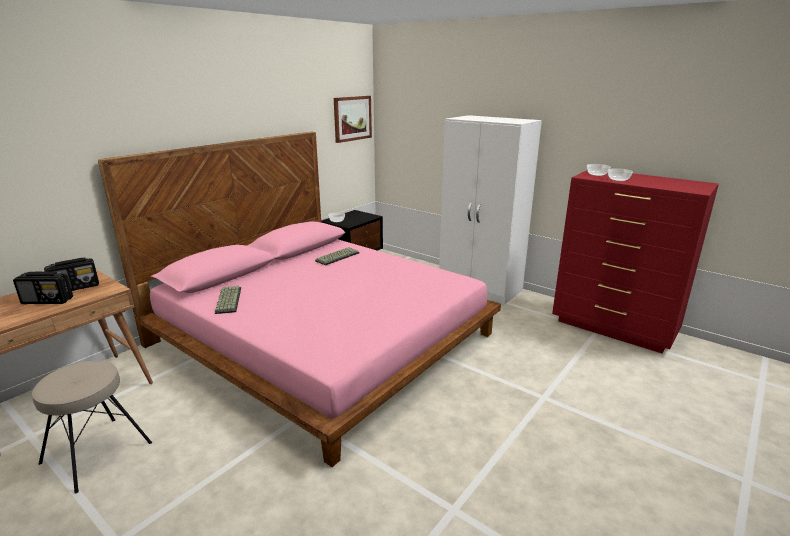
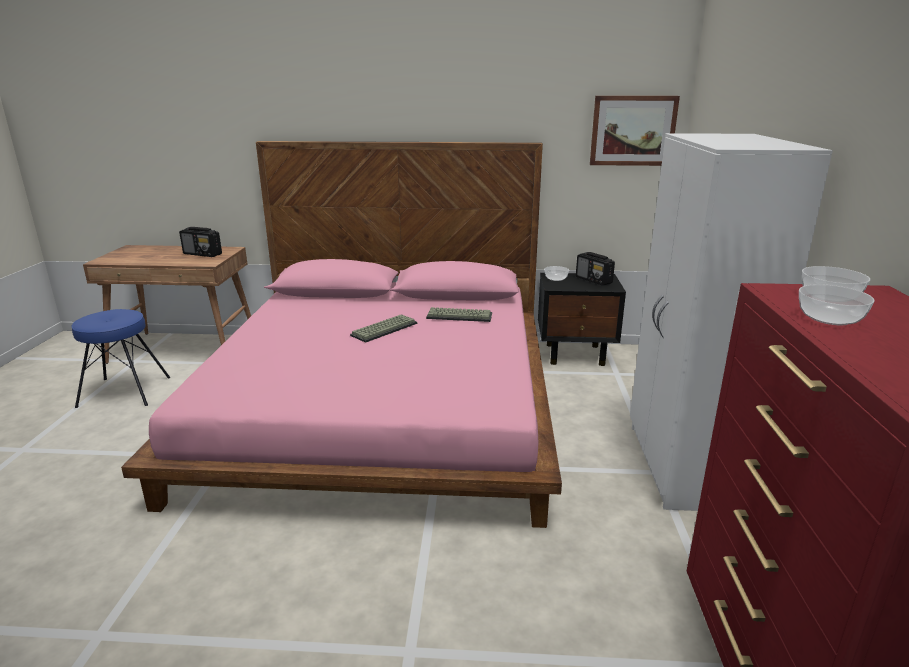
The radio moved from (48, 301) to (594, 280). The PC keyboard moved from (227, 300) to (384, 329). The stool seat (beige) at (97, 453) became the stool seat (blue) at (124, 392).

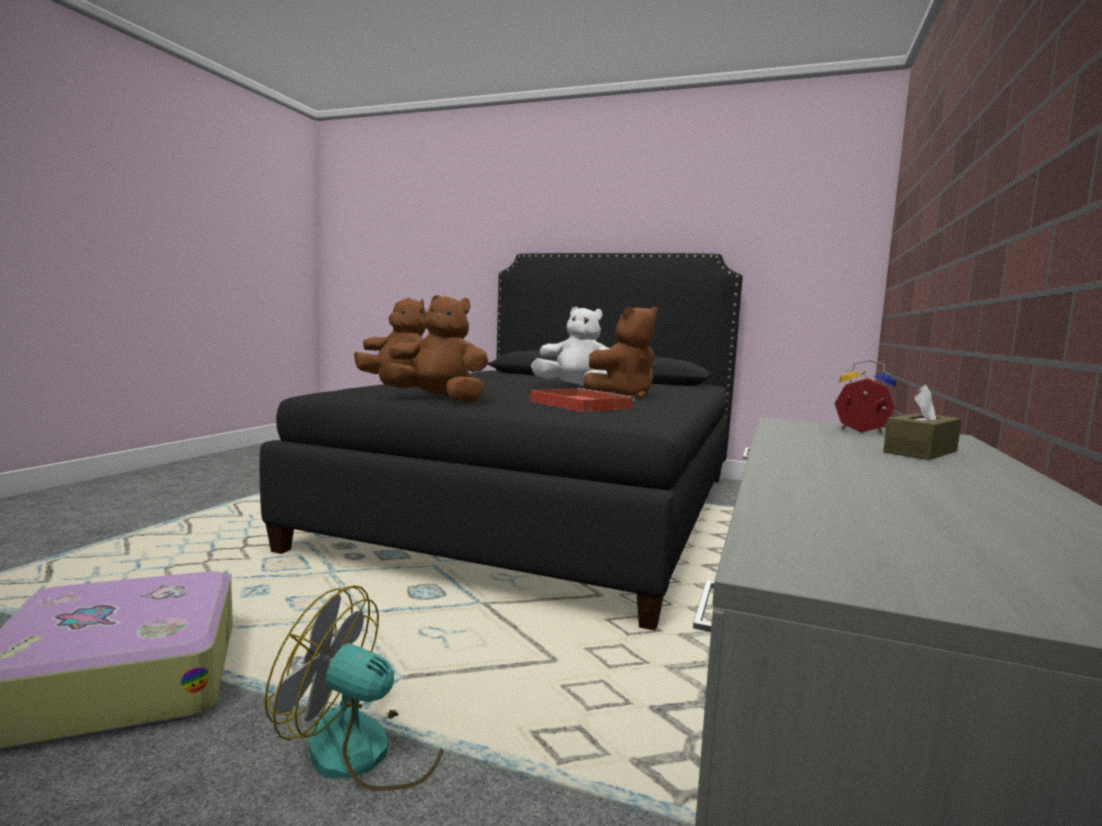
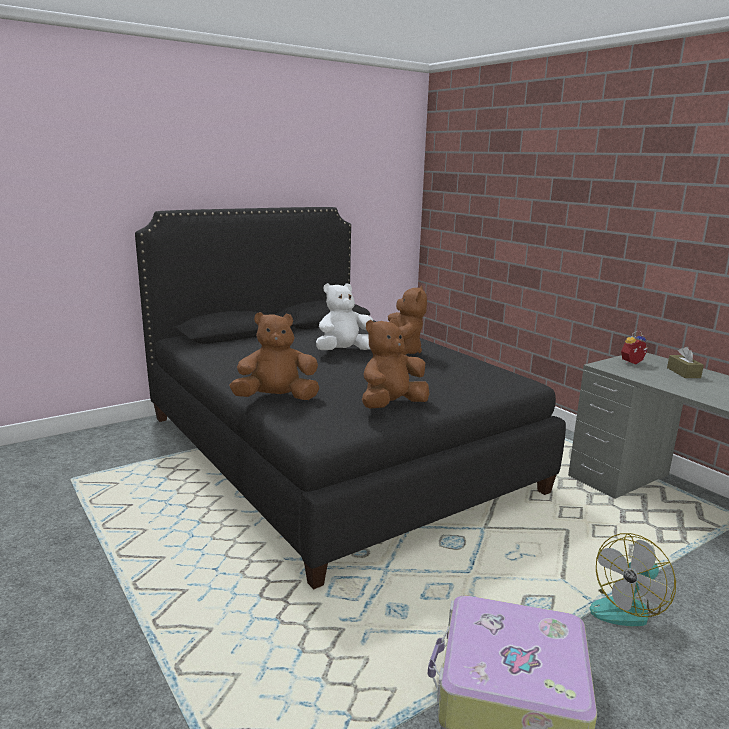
The carrying tray (red-coloured) at (578, 404) disappeared.

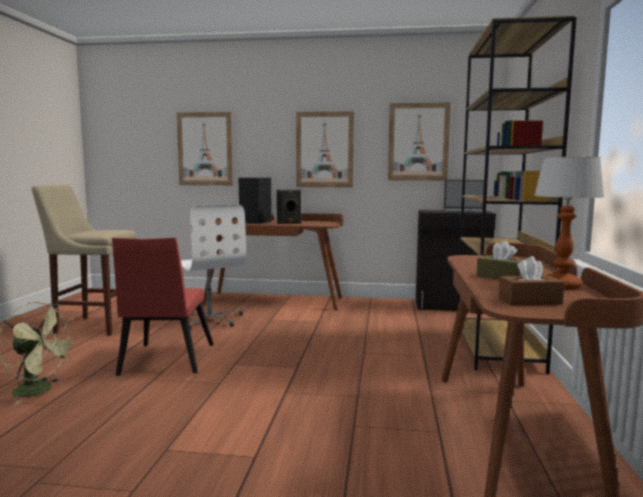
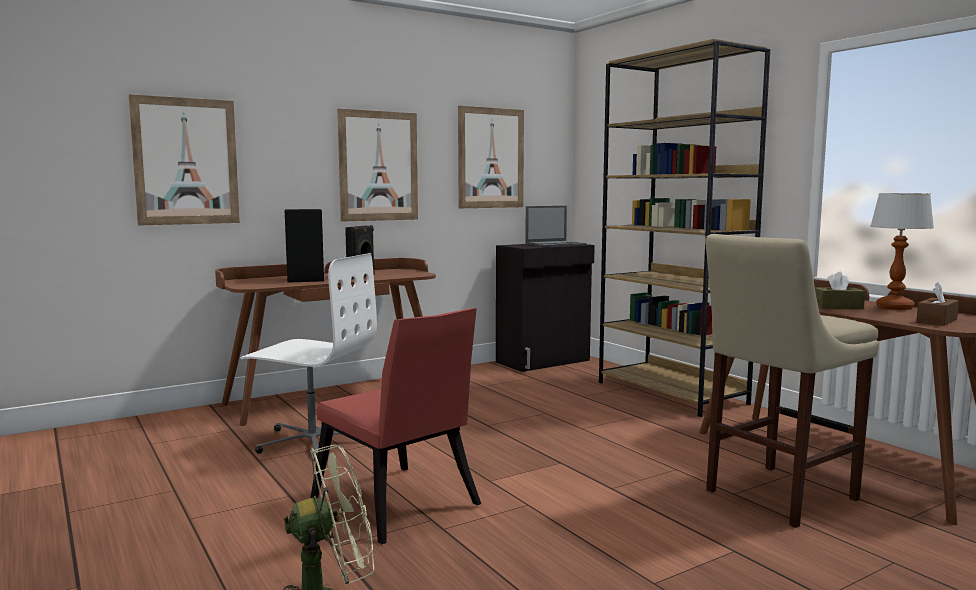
The stool seat (beige) moved from (93, 326) to (775, 496).

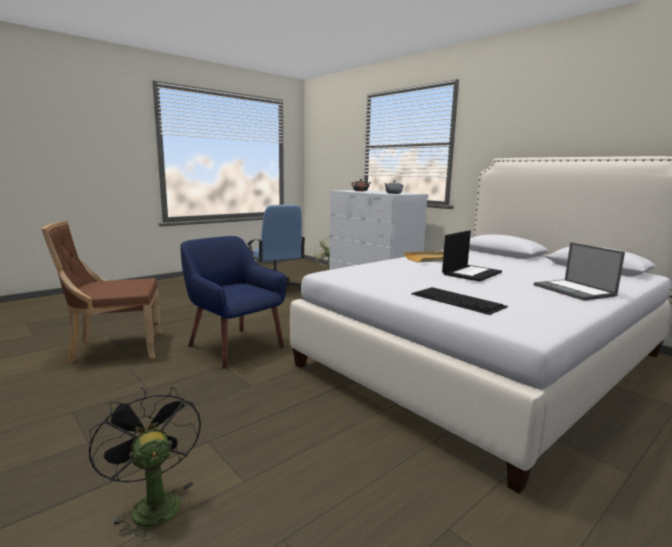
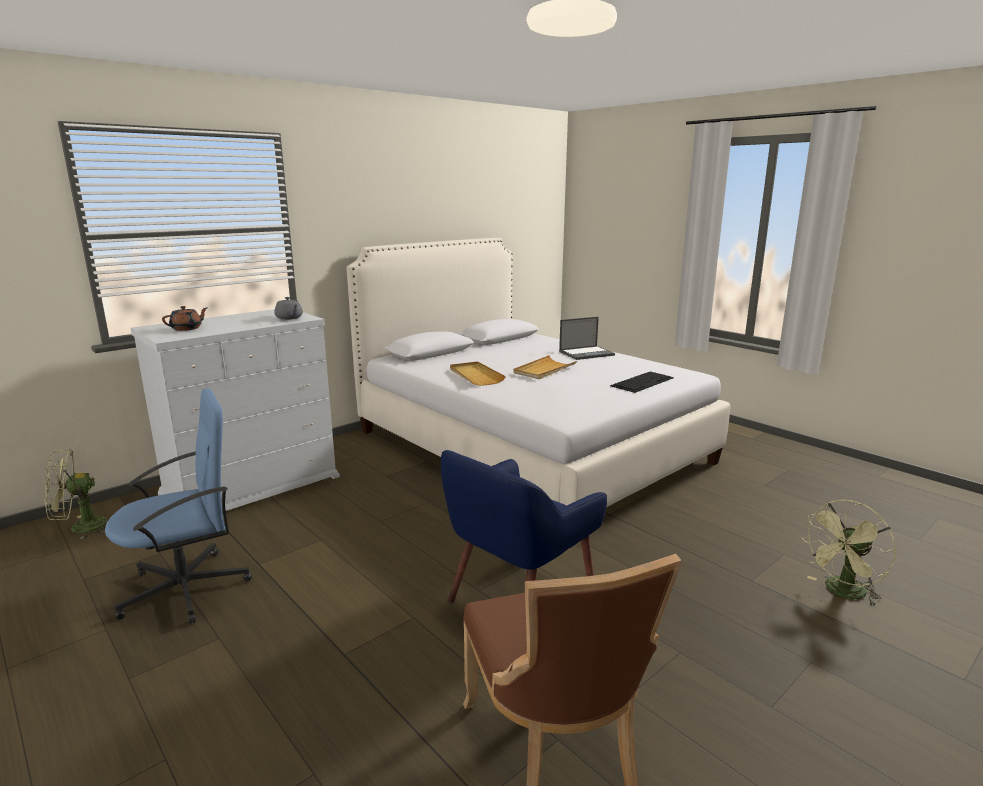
The notebook computer at (471, 273) was replaced by the carrying tray (beige) at (544, 370). The electric fan (blackish) at (152, 503) became the electric fan (greenish) at (842, 592).

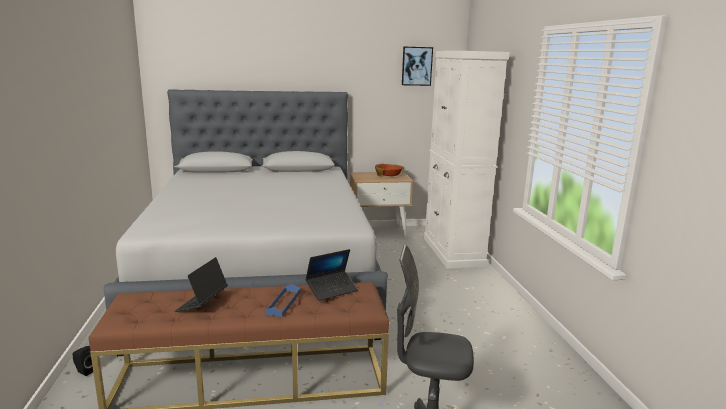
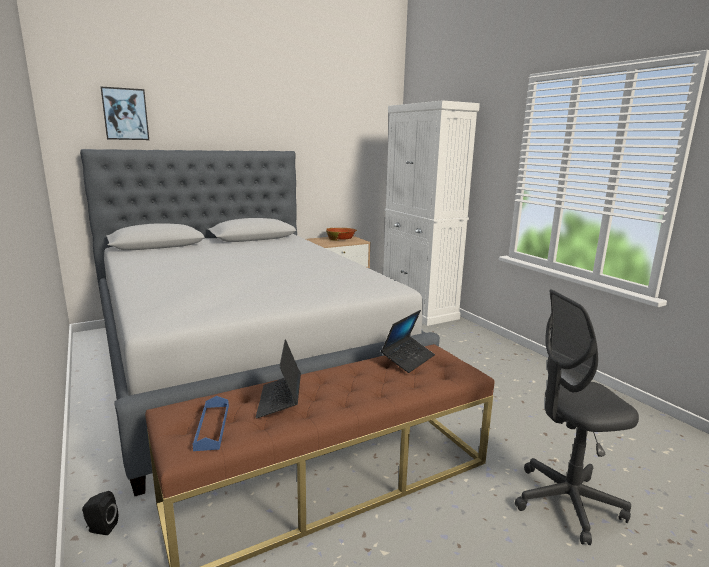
The carrying tray (blue) moved from (283, 303) to (212, 427). The wall art moved from (416, 66) to (125, 114).

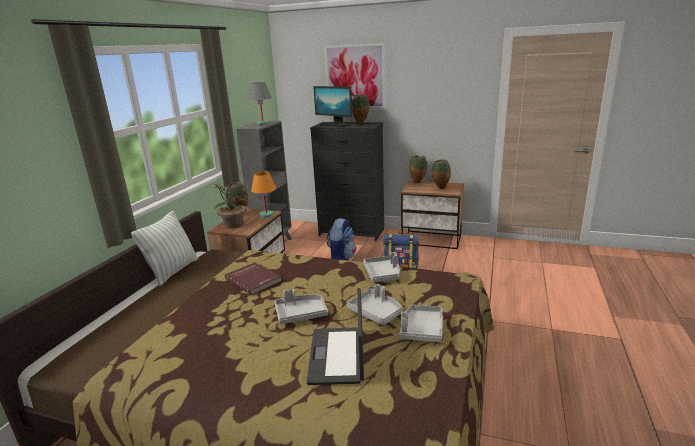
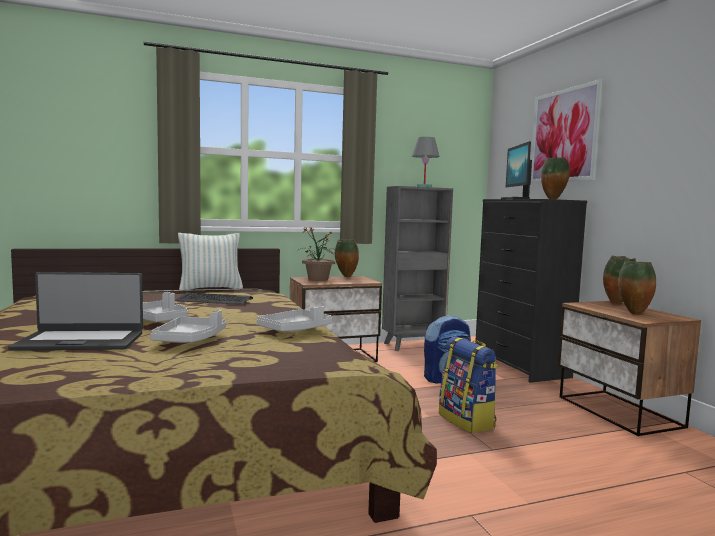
The lamp for a table (orangey) at (267, 215) disappeared. The carrying tray (gray) at (421, 329) disappeared. The volume (red-coloured) at (254, 280) was replaced by the PC keyboard at (214, 300). The notebook computer at (338, 355) turned 150 degrees counterclockwise.

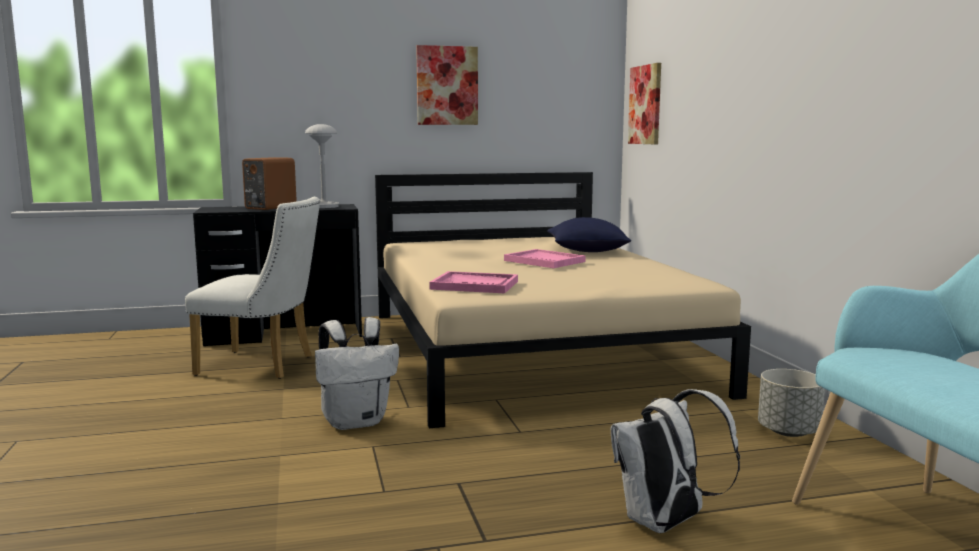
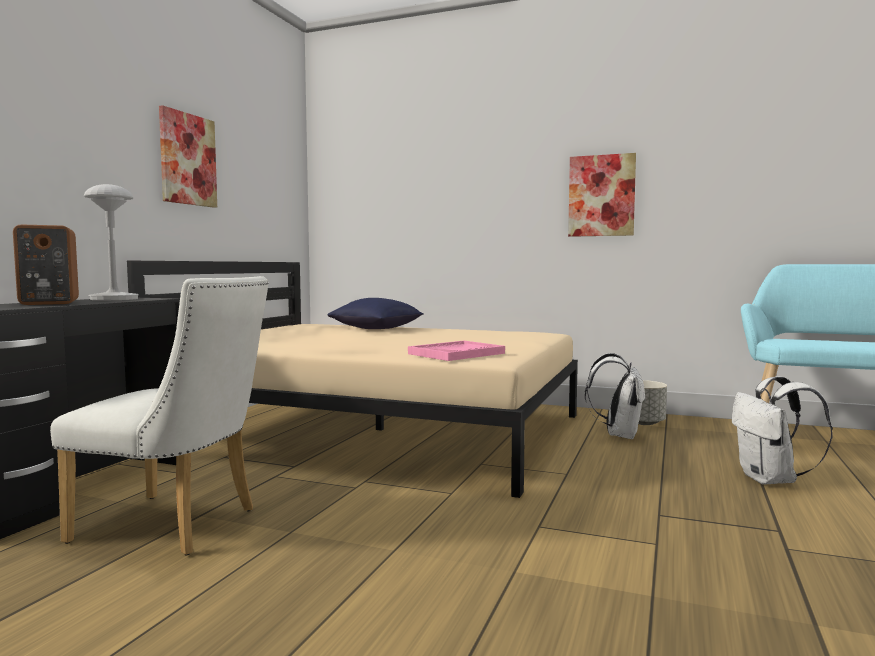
The carrying tray (pinkish) at (544, 261) disappeared. The rucksack (white) moved from (356, 422) to (618, 435). The wall art moved from (645, 105) to (601, 196). The chair (white) at (264, 365) turned 60 degrees clockwise.

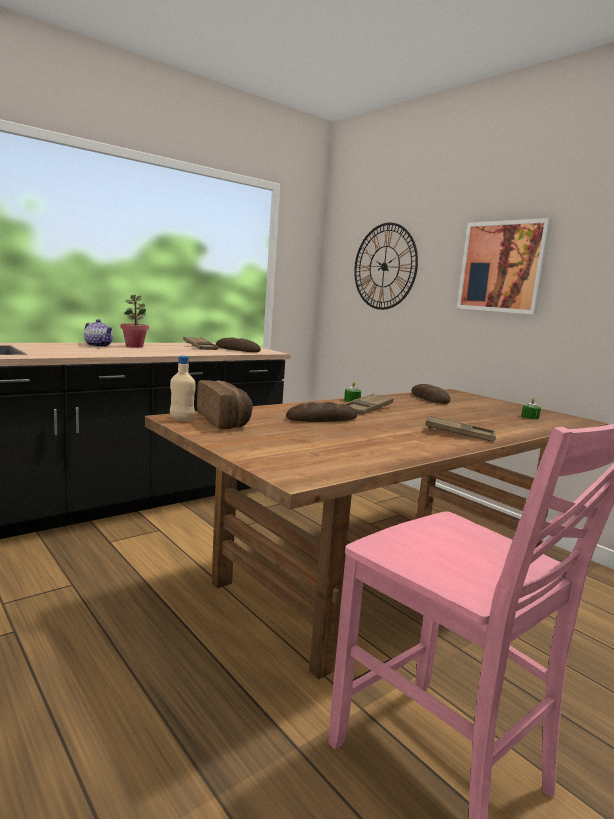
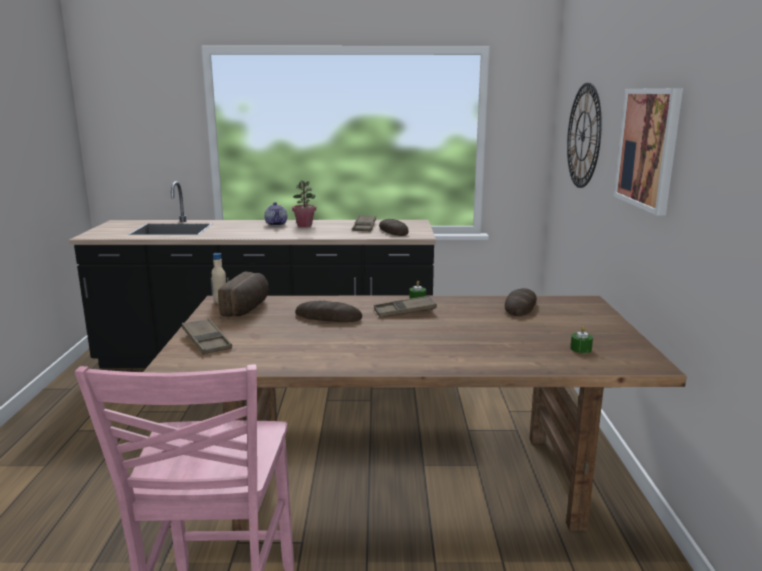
The carrying tray (brownish) moved from (459, 434) to (206, 341).

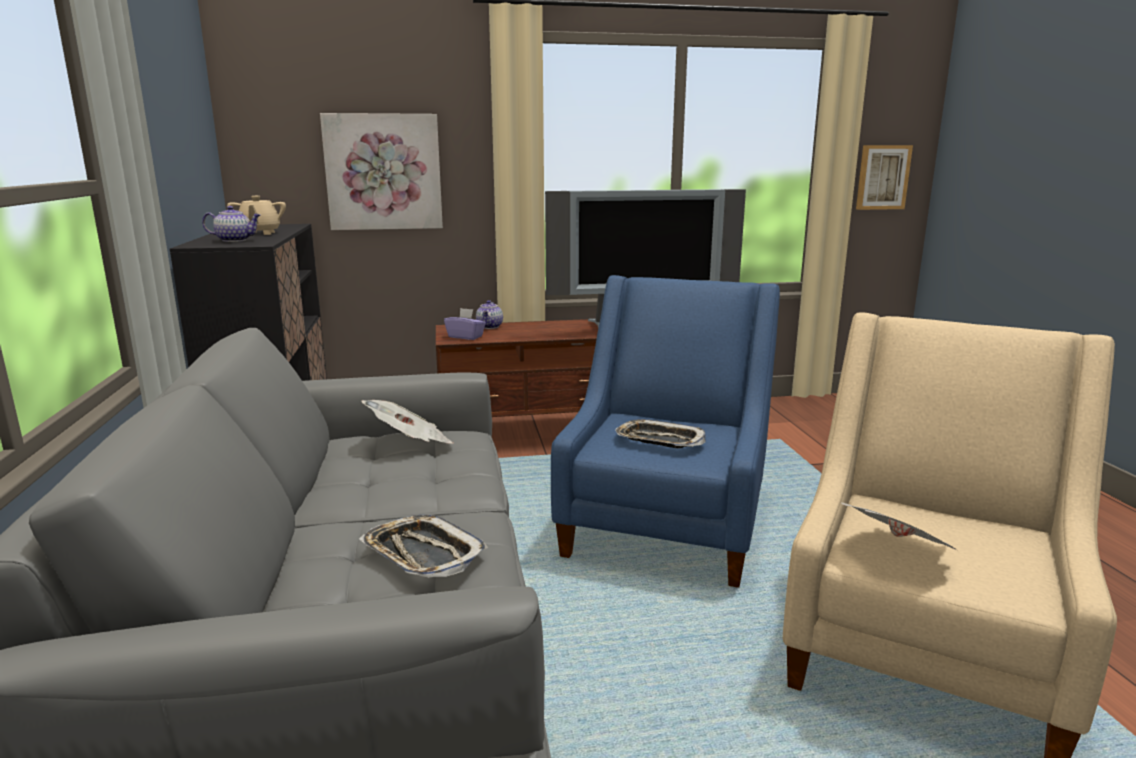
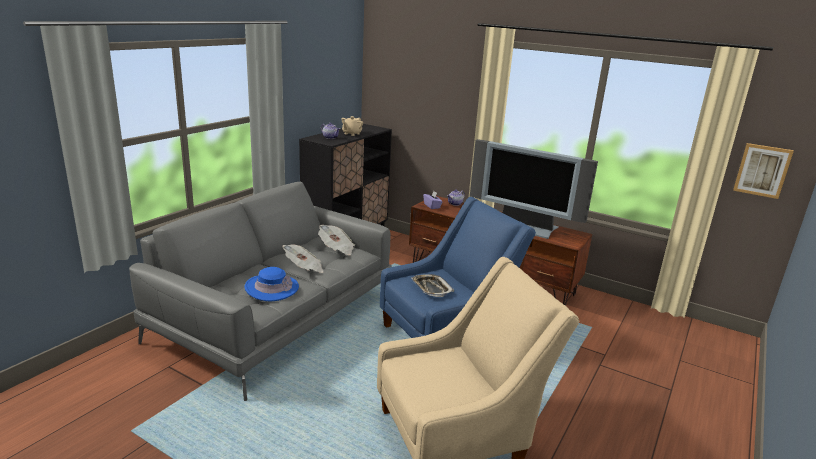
The wall art at (383, 172) disappeared. The printed paper moved from (898, 554) to (304, 268). The carrying tray at (422, 554) was replaced by the clothing hat (blue) at (271, 288).

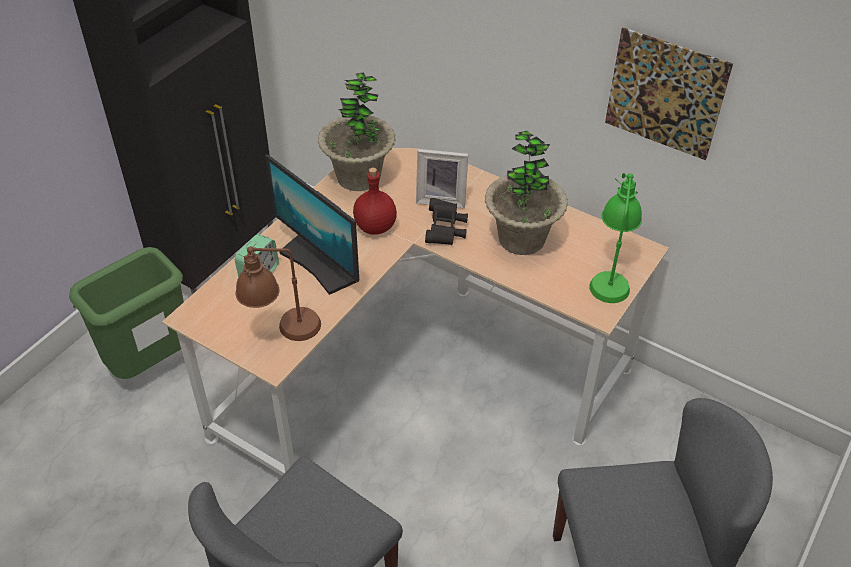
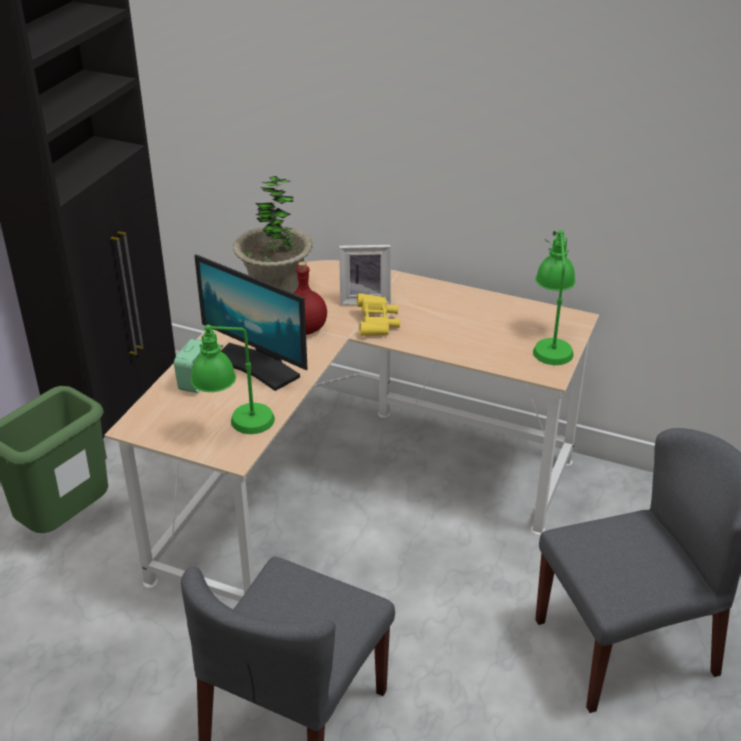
The houseplant at (521, 238) disappeared. The wall art at (665, 94) disappeared. The lamp for a table (brownish) at (282, 332) became the lamp for a table (greenish) at (236, 428). The field glasses (blackish) at (445, 230) became the field glasses (yellow) at (377, 324).

